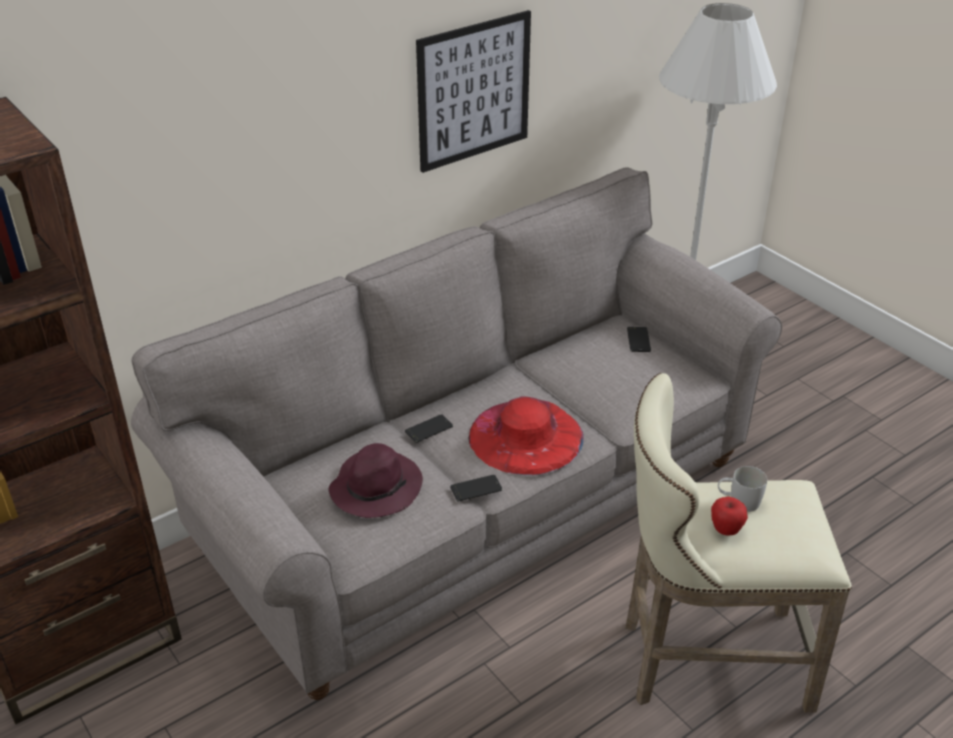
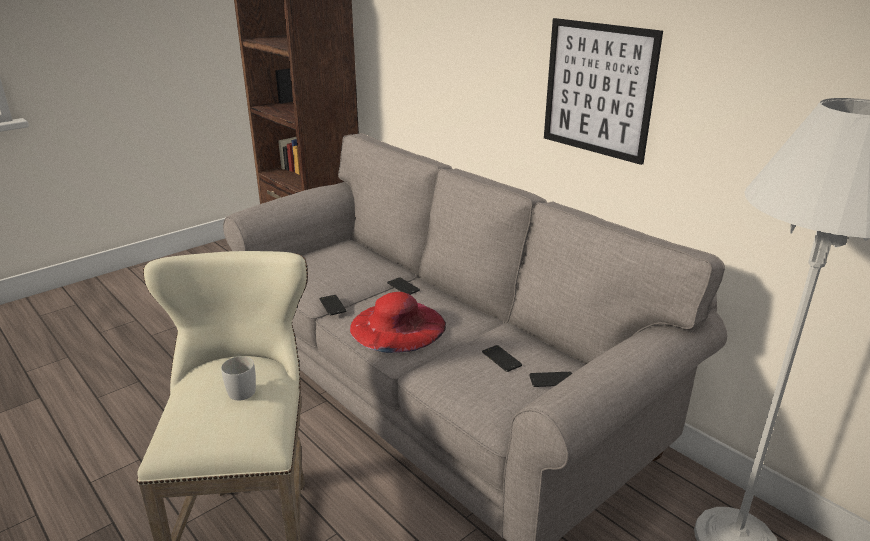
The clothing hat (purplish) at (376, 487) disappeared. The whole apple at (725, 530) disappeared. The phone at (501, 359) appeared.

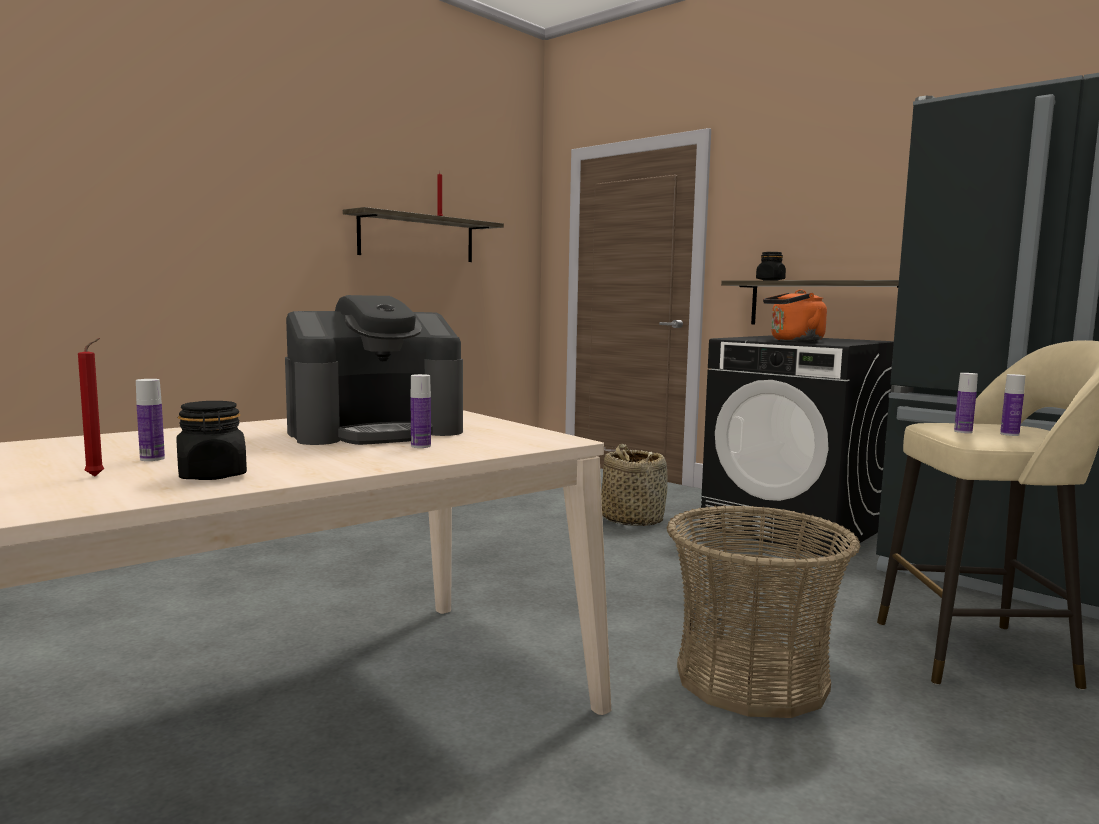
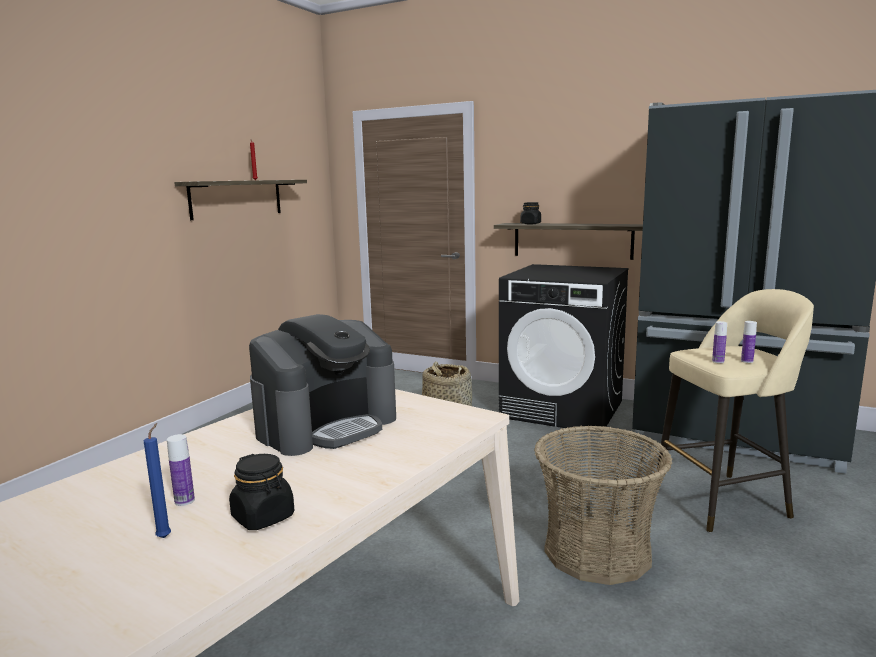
The bottle at (421, 446) disappeared. The water kettle (orangey) at (794, 341) disappeared. The wax light (red-coloured) at (98, 476) became the wax light (blue) at (165, 536).

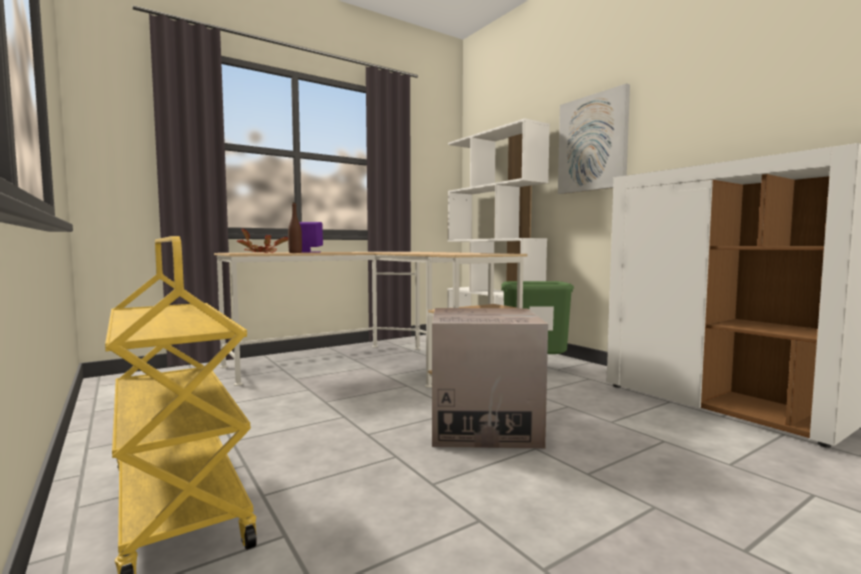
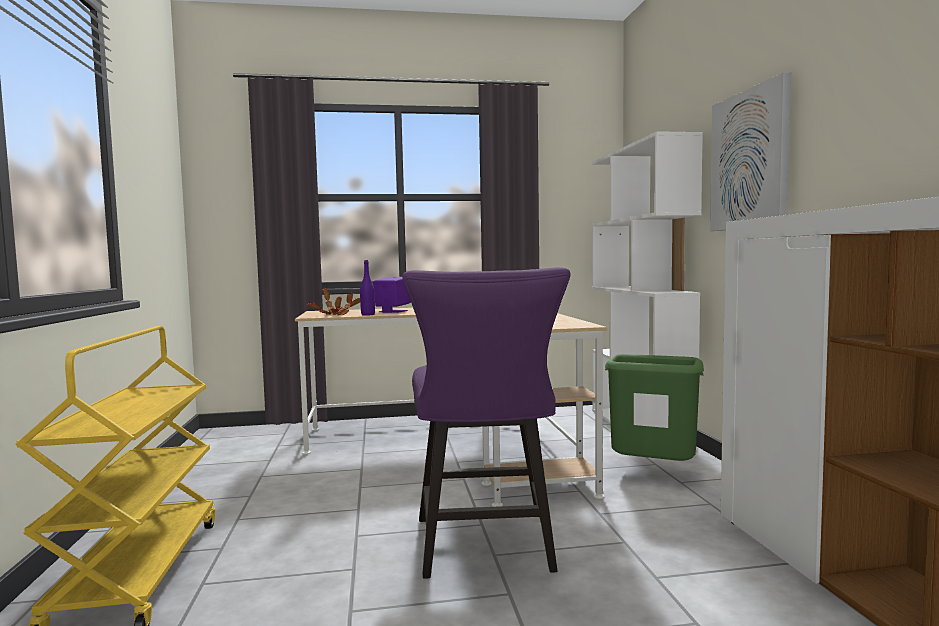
The carton at (483, 425) was replaced by the chair (purplish) at (486, 549). The bottle (brownish) at (295, 252) became the bottle (purplish) at (368, 315).

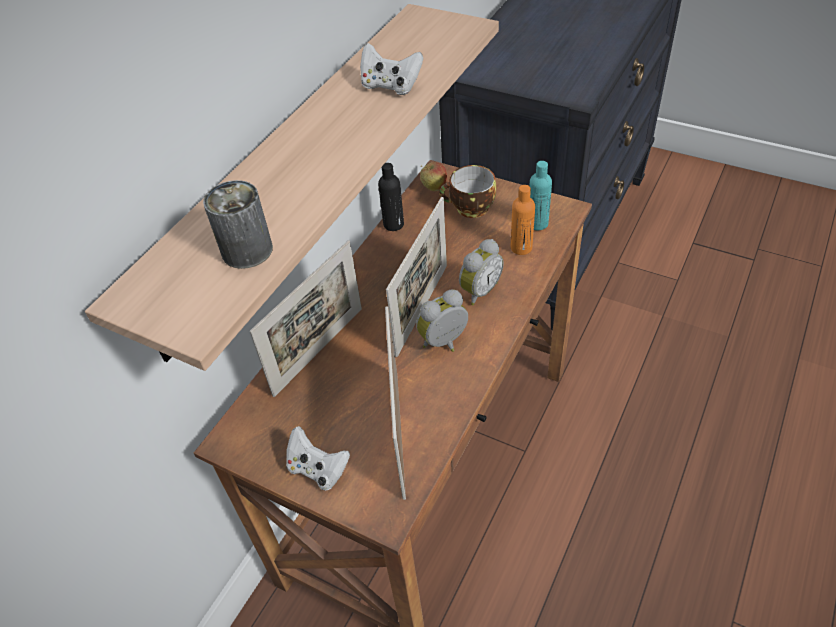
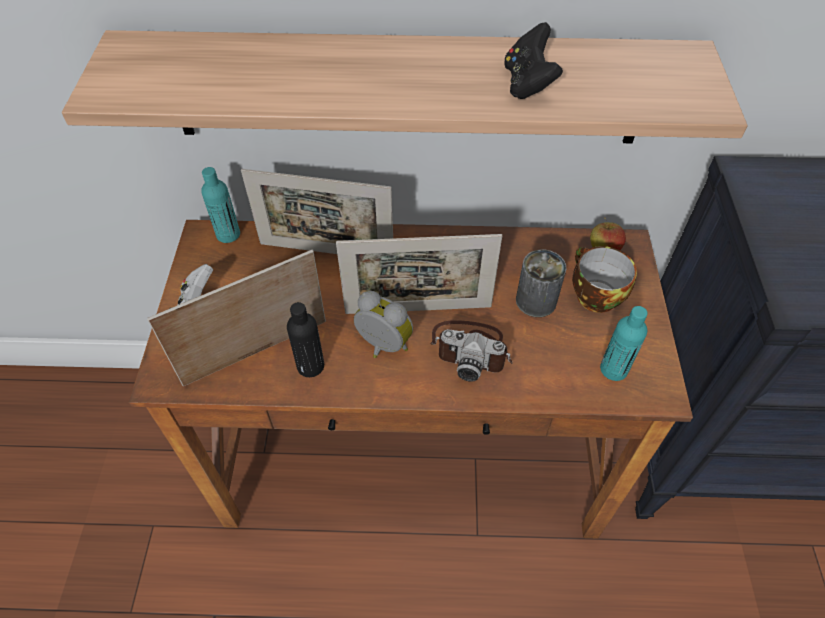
The bottle (orangey) at (521, 248) disappeared. The bottle (turquoise-coloured) at (228, 234) appeared. The can moved from (247, 250) to (536, 300). The bottle (blackish) moved from (393, 224) to (310, 366). The alarm clock at (478, 291) was replaced by the still camera at (471, 349). The gamepad (white) at (390, 86) became the gamepad (blackish) at (527, 83).

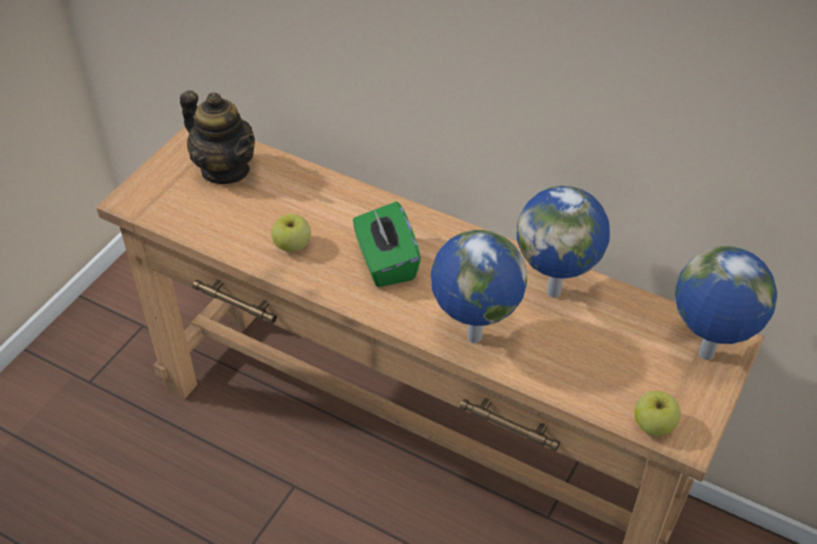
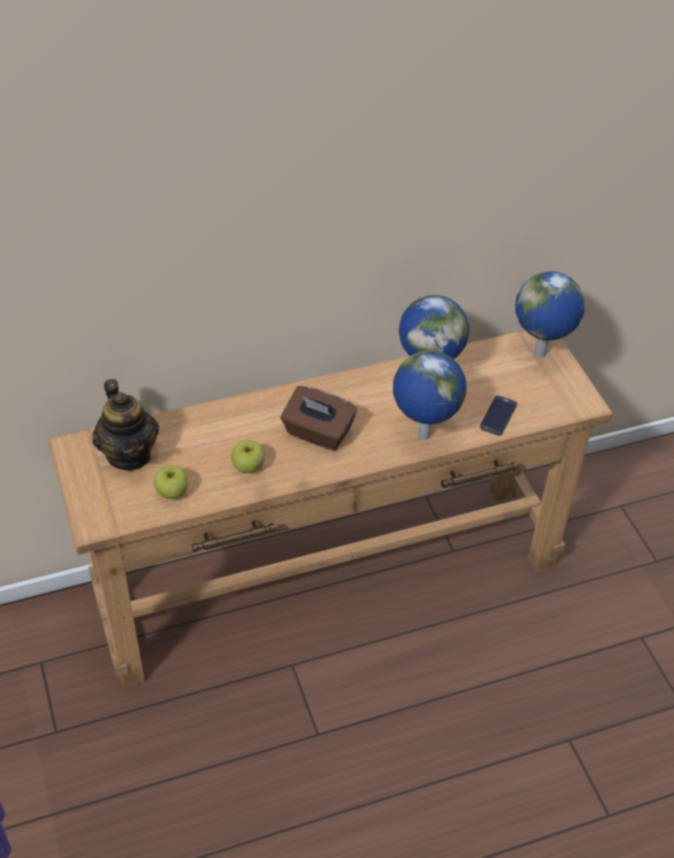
The phone at (498, 416) appeared. The whole apple moved from (654, 425) to (172, 492). The box of tissues (greenish) at (386, 262) became the box of tissues (brownish) at (317, 433). The tea pot at (225, 169) turned 75 degrees clockwise.

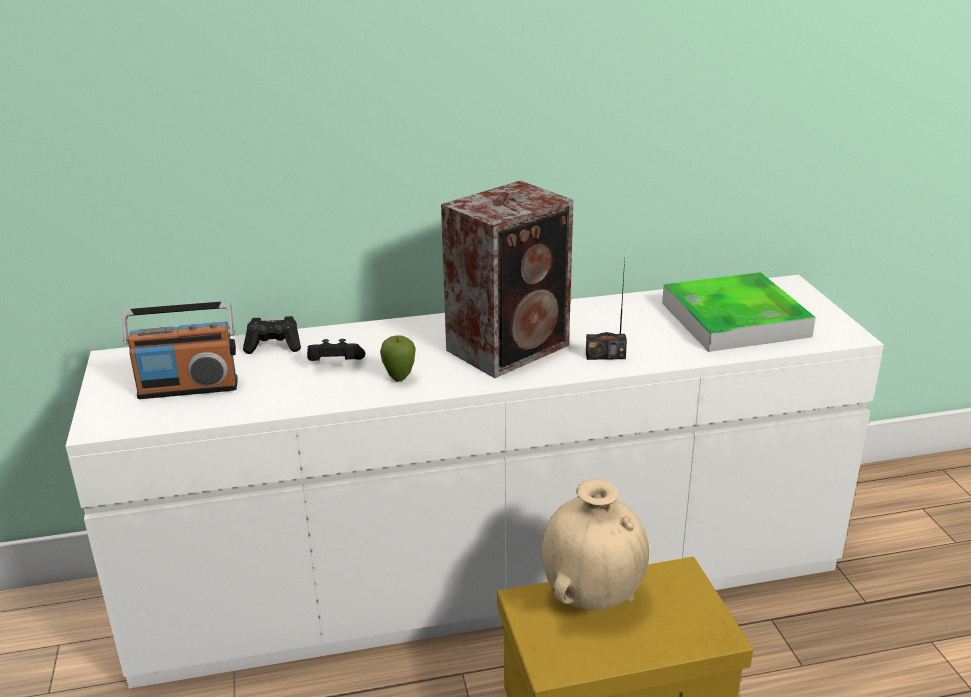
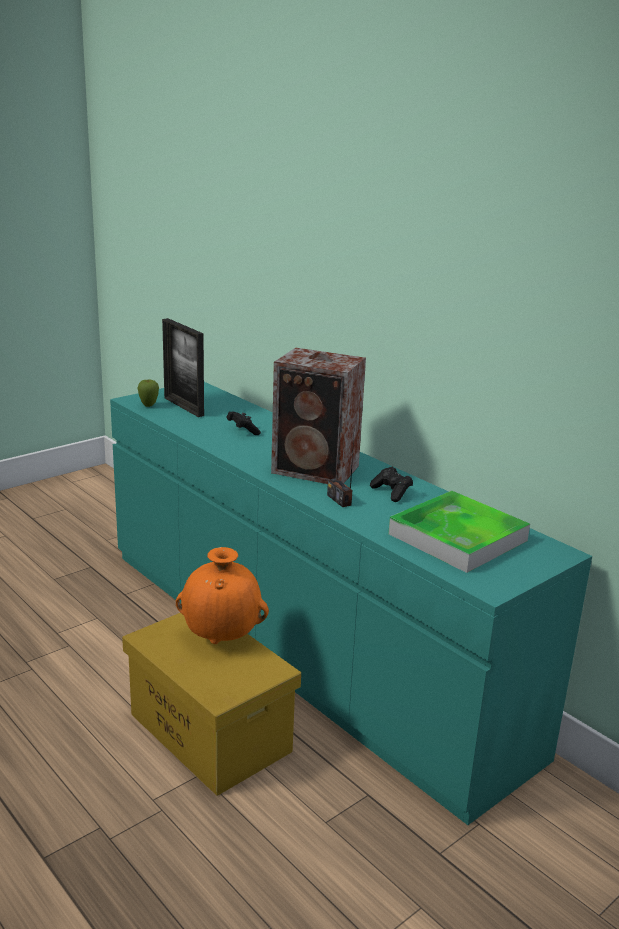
The gamepad (blackish) moved from (274, 346) to (391, 492). The whole apple moved from (399, 378) to (148, 406). The radio at (188, 388) was replaced by the standing frame at (183, 406). The chest of drawers (white) at (488, 575) became the chest of drawers (turquoise-coloured) at (302, 644). The vase (beige) at (593, 597) became the vase (orangey) at (222, 638).

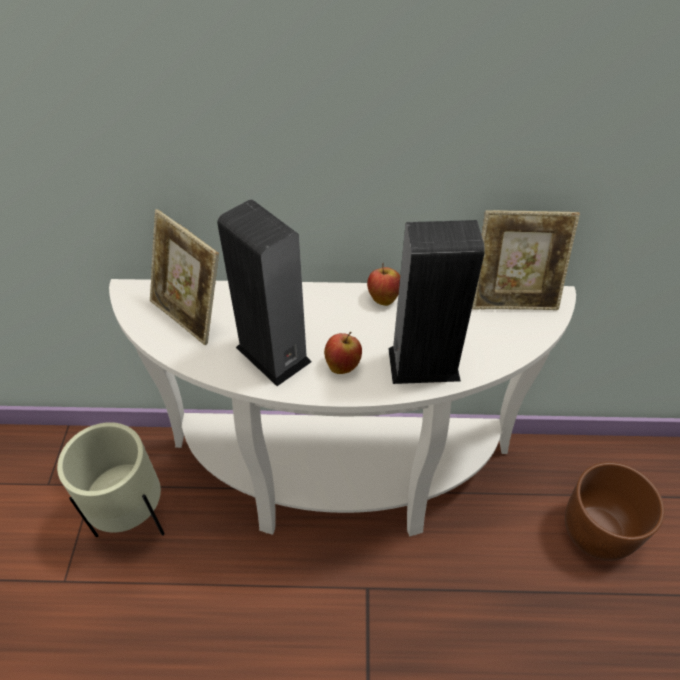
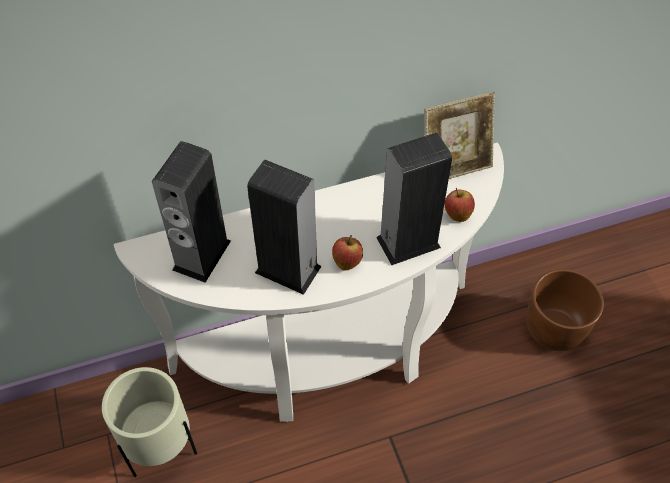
The whole apple moved from (383, 297) to (457, 214). The standing frame at (191, 314) was replaced by the speaker at (202, 255).

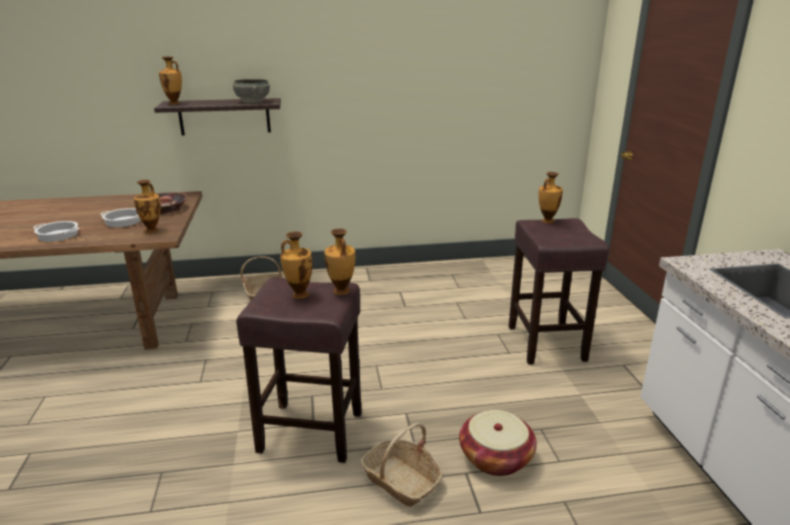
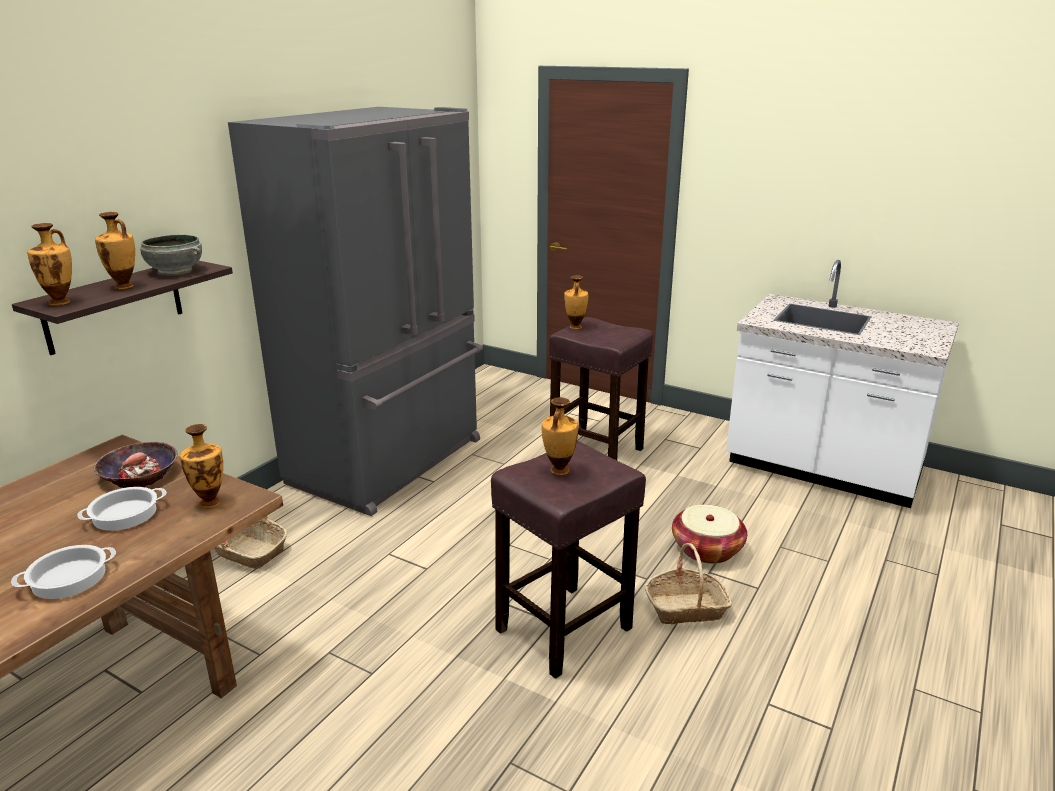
The refrigerator (gray) at (390, 462) appeared. The vase moved from (341, 291) to (124, 287).

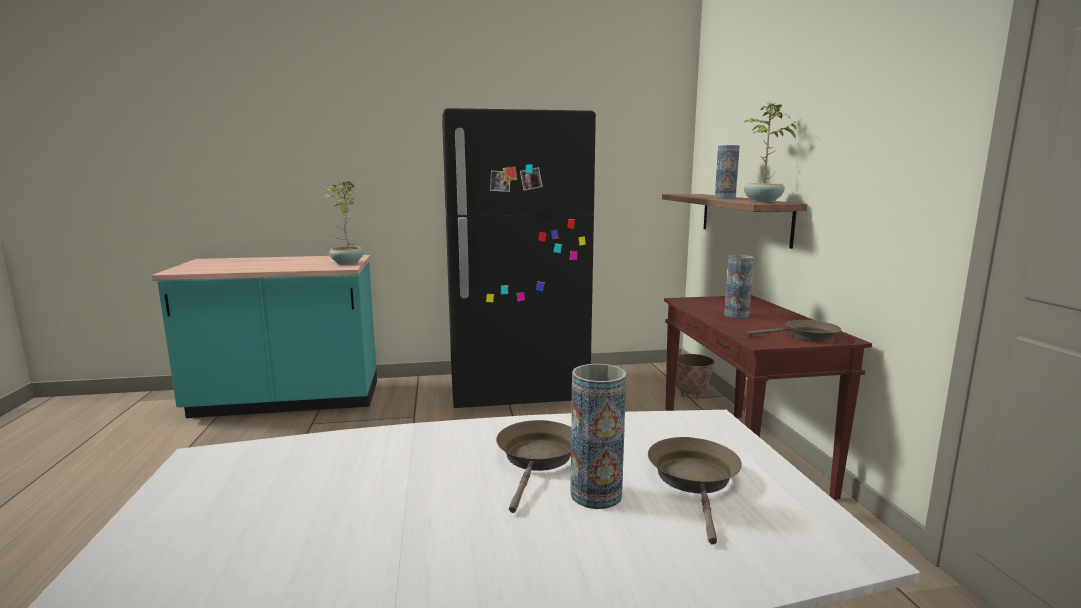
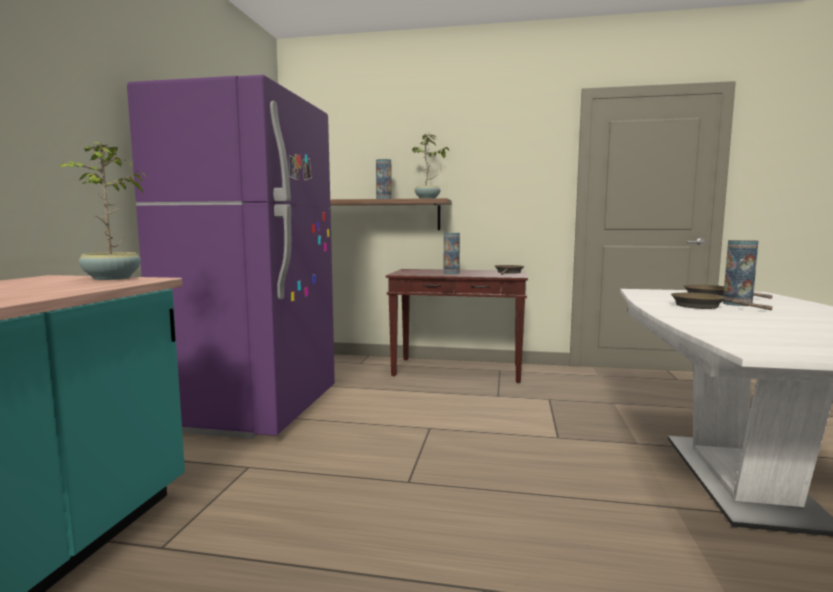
The plant pot at (691, 395) disappeared. The refrigerator (blackish) at (516, 390) became the refrigerator (purplish) at (255, 410).

